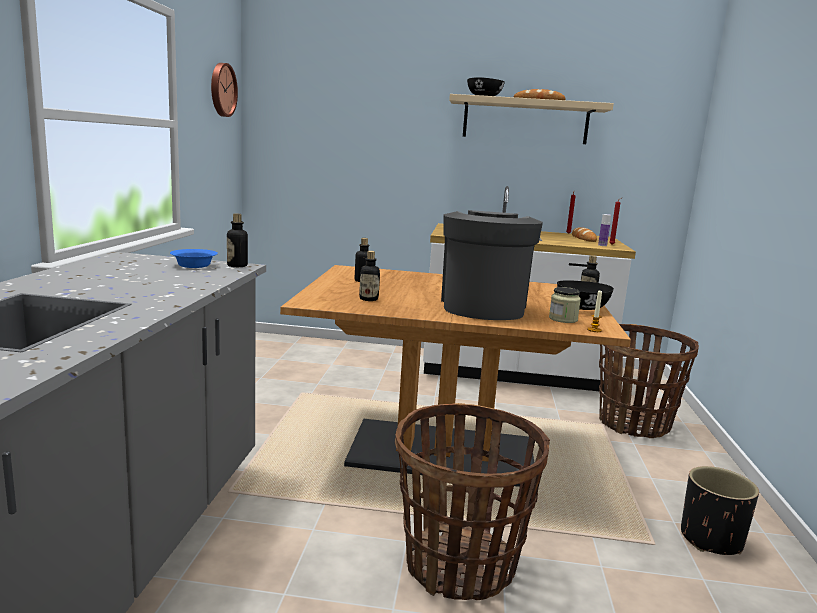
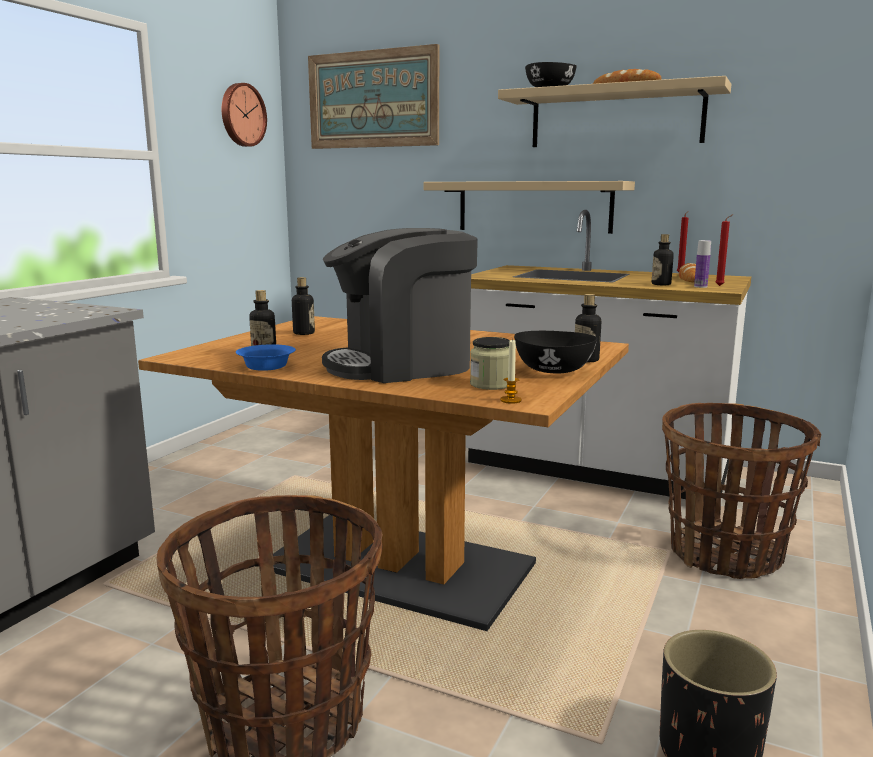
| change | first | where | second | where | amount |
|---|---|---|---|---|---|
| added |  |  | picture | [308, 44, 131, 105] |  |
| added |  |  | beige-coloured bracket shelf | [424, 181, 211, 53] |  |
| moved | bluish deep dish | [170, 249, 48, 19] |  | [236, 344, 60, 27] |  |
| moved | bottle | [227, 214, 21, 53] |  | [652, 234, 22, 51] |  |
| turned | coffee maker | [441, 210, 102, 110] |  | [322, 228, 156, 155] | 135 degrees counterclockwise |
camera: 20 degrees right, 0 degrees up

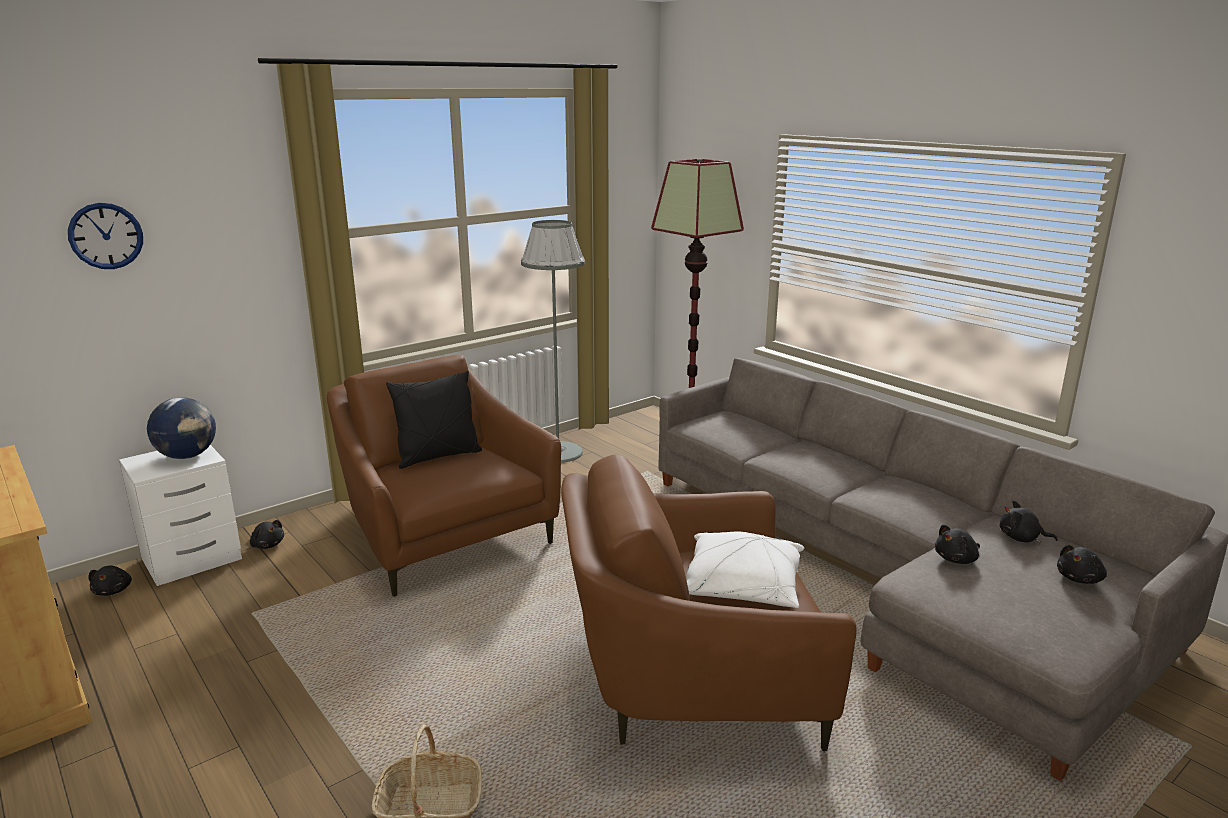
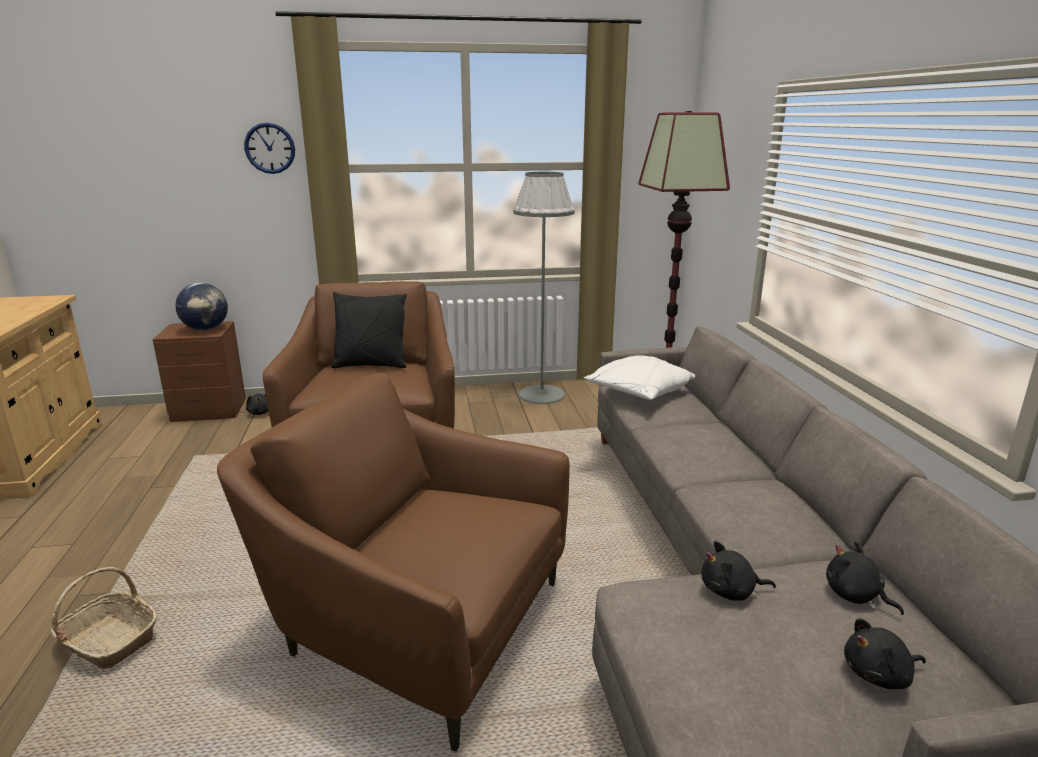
| change | first | where | second | where | amount |
|---|---|---|---|---|---|
| removed | black soft toy | [88, 565, 44, 31] |  |  |  |
| moved | hanging clock | [68, 203, 75, 66] |  | [244, 123, 51, 51] |  |
| moved | white cushion | [686, 532, 119, 76] |  | [584, 355, 111, 45] |  |
| recoloured | white bedside table | [119, 445, 123, 141] | brown bedside table | [153, 321, 93, 101] |  |
camera: 30 degrees right, 0 degrees up

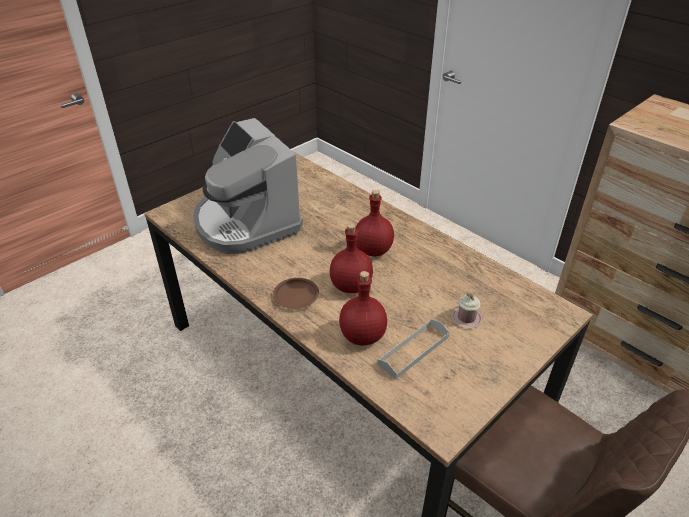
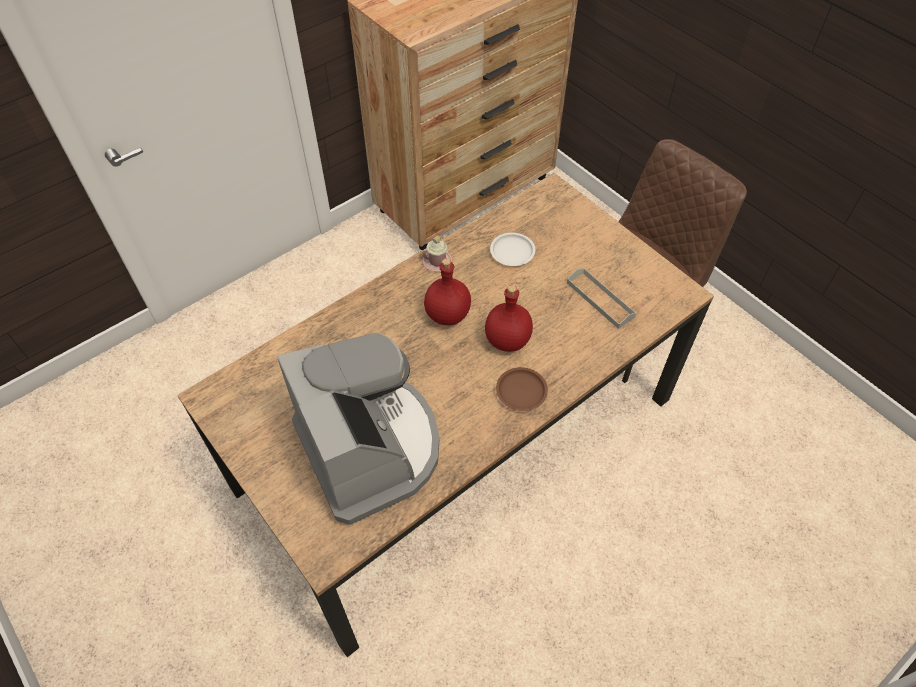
| change | first | where | second | where | amount |
|---|---|---|---|---|---|
| removed | red bottle | [339, 271, 48, 74] |  |  |  |
| added |  |  | white dinner plate | [490, 233, 45, 33] |  |
| moved | pinkish tea mug | [451, 290, 32, 38] |  | [422, 235, 31, 37] |  |
| turned | coffee maker | [193, 118, 110, 136] |  | [277, 333, 162, 192] | 90 degrees counterclockwise |
camera: 85 degrees left, 15 degrees up

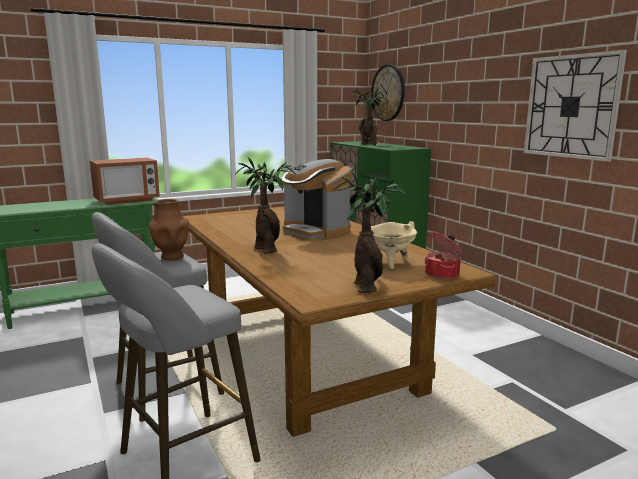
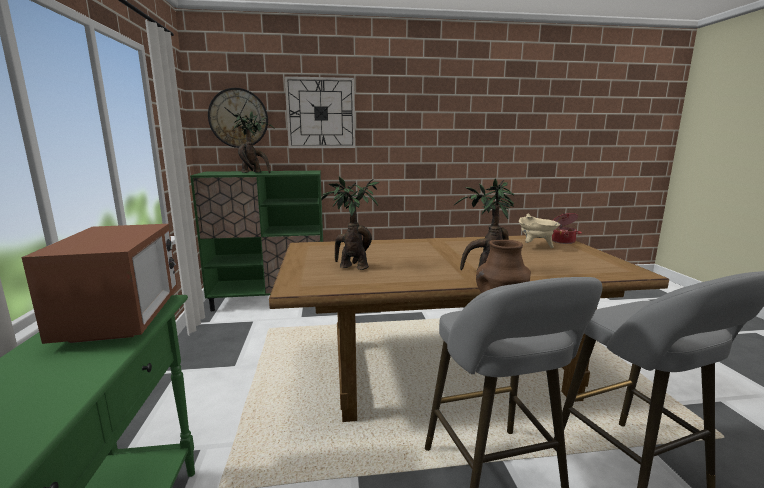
| change | first | where | second | where | amount |
|---|---|---|---|---|---|
| removed | coffee maker | [281, 159, 71, 80] |  |  |  |
| moved | plant in a pot | [333, 170, 74, 123] |  | [321, 177, 58, 93] |  |
| moved | hanging clock | [524, 50, 103, 112] |  | [284, 76, 72, 72] |  |
camera: 70 degrees left, 0 degrees up

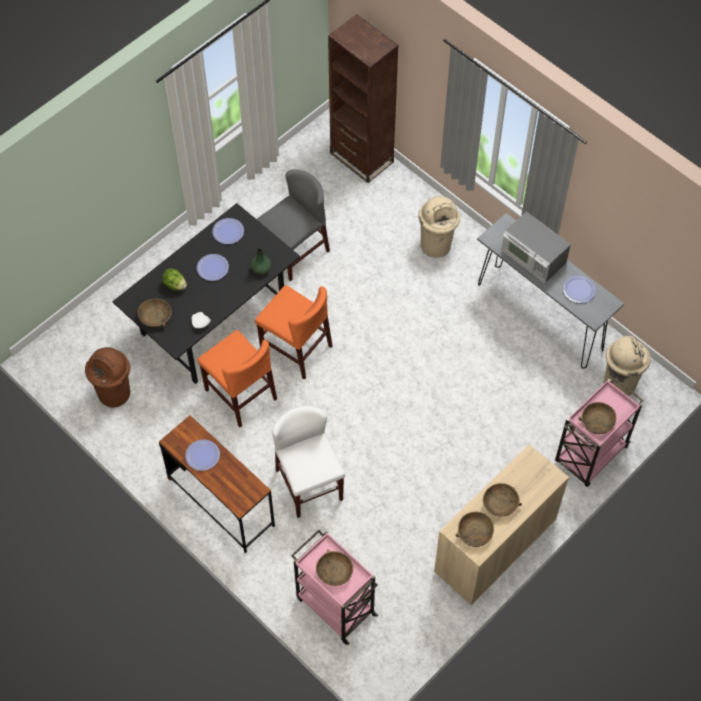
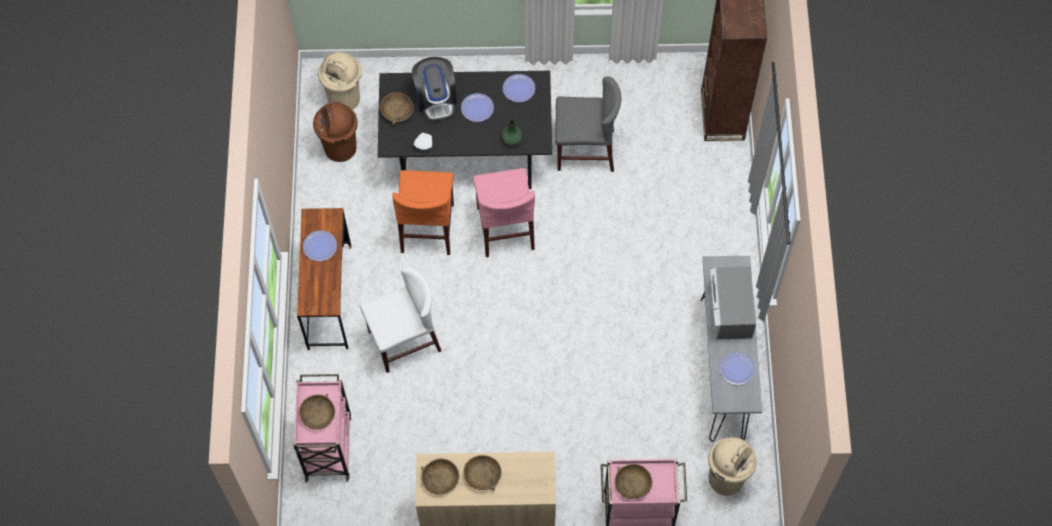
| change | first | where | second | where | amount |
|---|---|---|---|---|---|
| moved | beige-coloured rubbish bin | [418, 196, 42, 62] |  | [318, 51, 44, 59] |  |
| replaced | lettuce head | [162, 268, 25, 23] | coffee maker | [412, 57, 45, 64] |  |
| recoloured | orange-coloured upright chair | [255, 285, 77, 94] | pinkish upright chair | [473, 168, 62, 89] |  |
| turned | white upright chair | [272, 406, 73, 112] |  | [360, 267, 81, 106] | 45 degrees clockwise |
camera: 45 degrees right, 5 degrees up

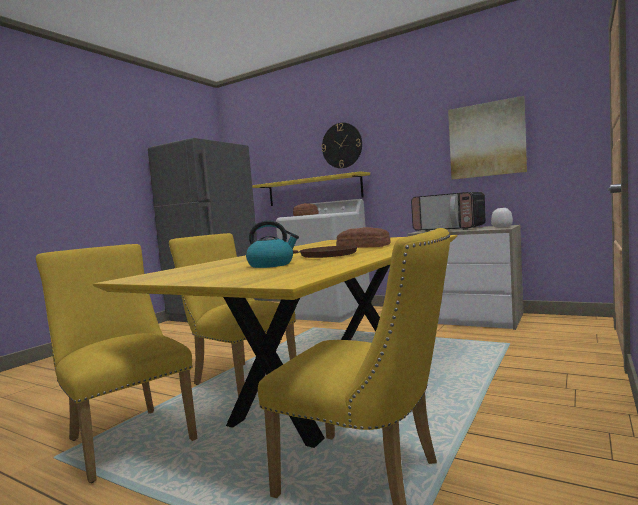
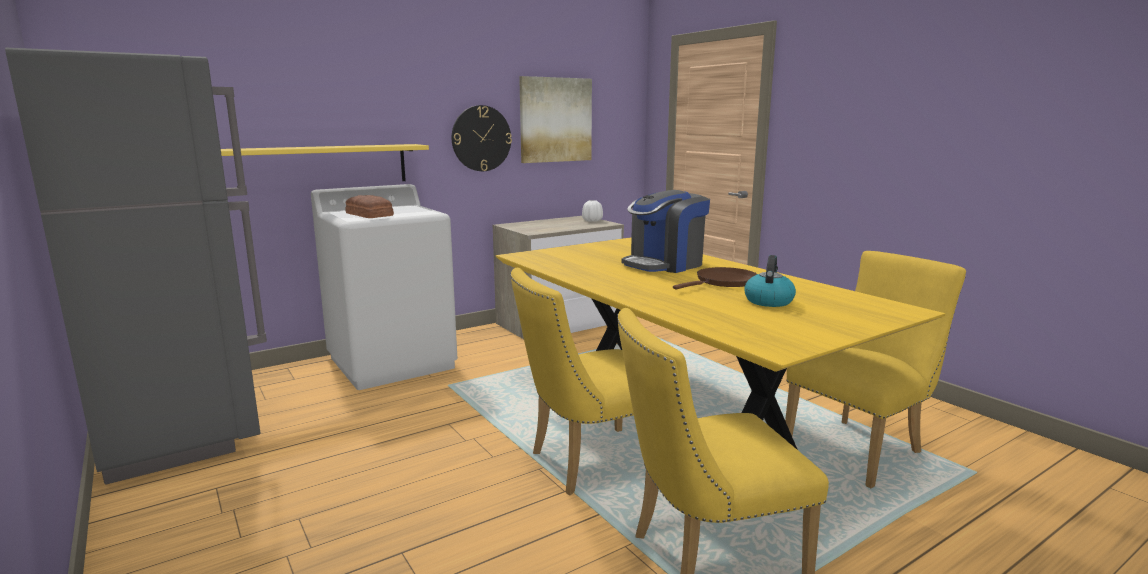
| change | first | where | second | where | amount |
|---|---|---|---|---|---|
| removed | microwave oven | [411, 192, 75, 39] |  |  |  |
| moved | hanging clock | [321, 123, 41, 45] |  | [452, 105, 60, 66] |  |
| replaced | bakery bread | [336, 227, 55, 21] | coffee maker | [621, 190, 89, 83] |  |
camera: 65 degrees left, 10 degrees up

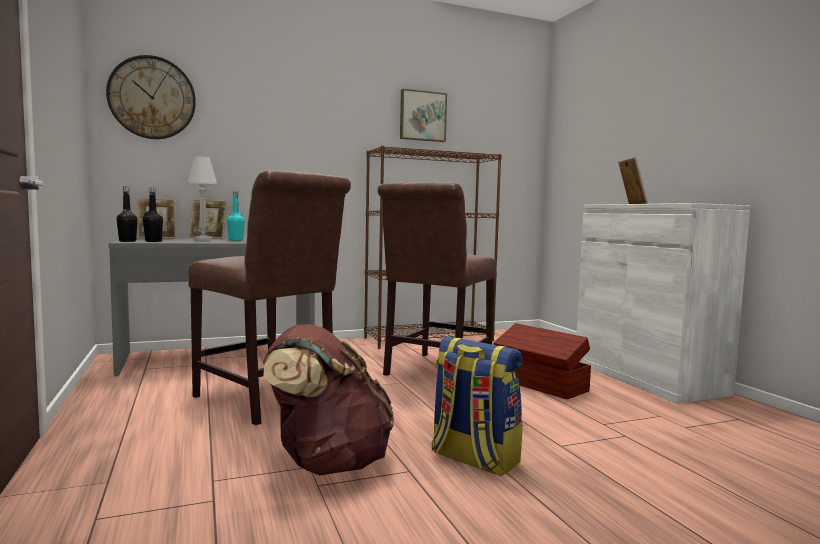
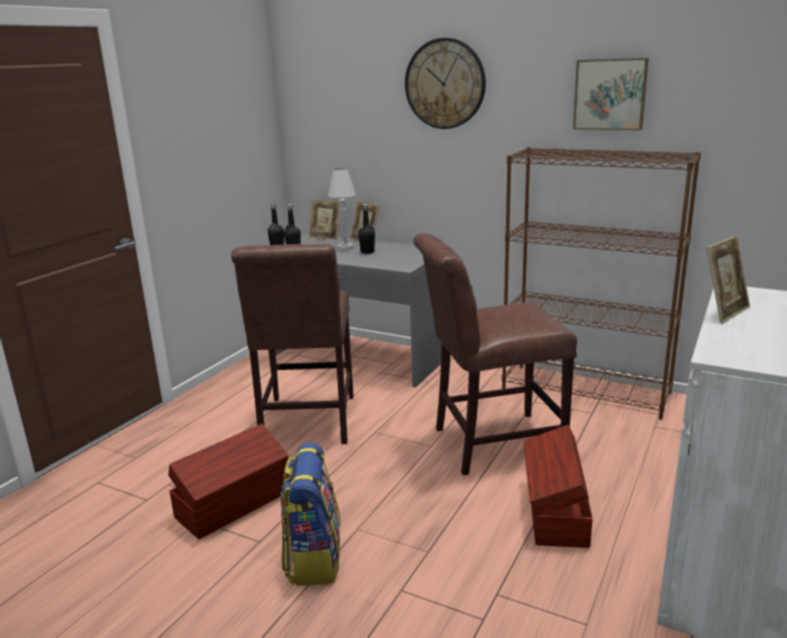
| change | first | where | second | where | amount |
|---|---|---|---|---|---|
| moved | hanging clock | [106, 55, 90, 84] |  | [405, 38, 81, 91] |  |
| replaced | brown rucksack | [263, 324, 131, 151] | brown storage box | [168, 424, 121, 115] |  |
| recoloured | blue-green bottle | [227, 191, 18, 50] | black bottle | [358, 204, 17, 50] |  |
camera: 50 degrees right, 15 degrees up

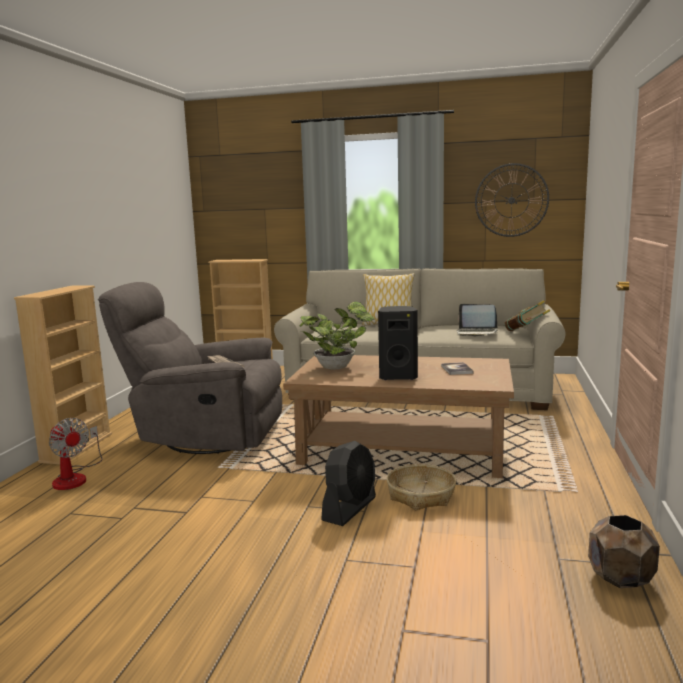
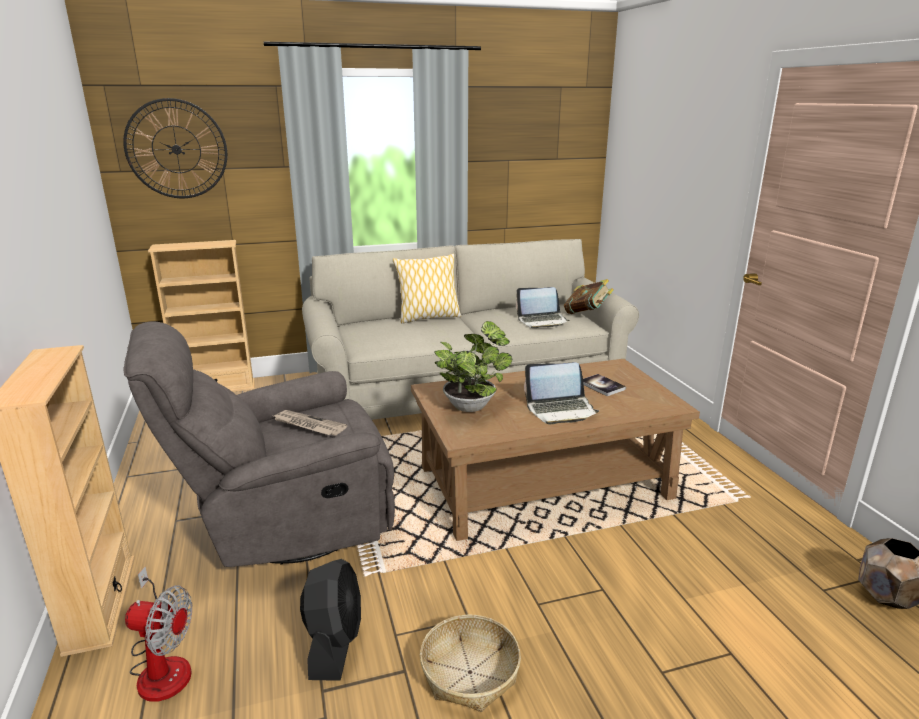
| change | first | where | second | where | amount |
|---|---|---|---|---|---|
| moved | black fan | [321, 441, 55, 85] |  | [300, 559, 61, 122] |  |
| moved | storage basket | [387, 464, 69, 46] |  | [420, 615, 101, 97] |  |
| moved | hanging clock | [475, 163, 74, 74] |  | [123, 98, 104, 100] |  |
| replaced | black loudspeaker | [378, 306, 40, 74] | notebook computer | [524, 362, 75, 62] |  |
camera: 30 degrees left, 10 degrees up

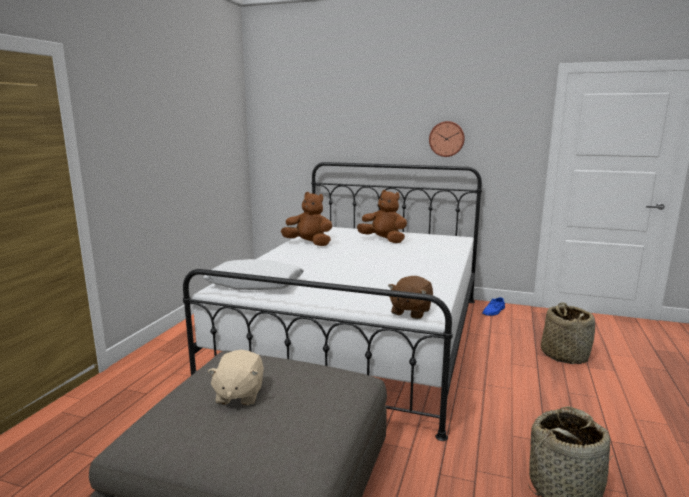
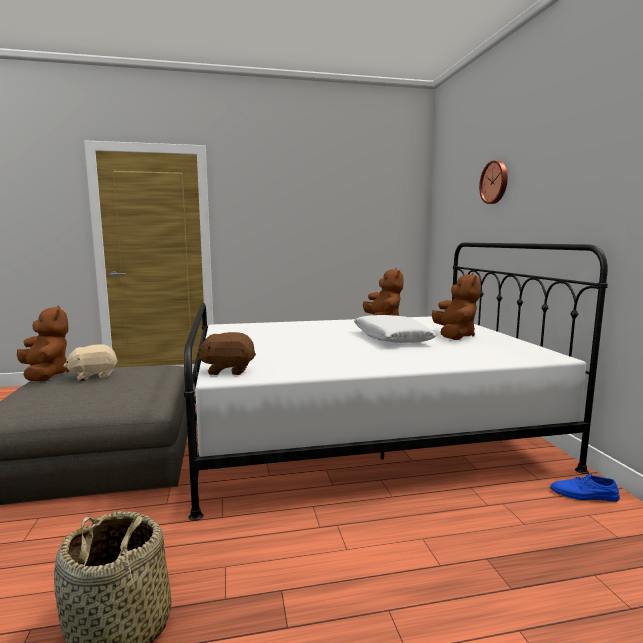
| change | first | where | second | where | amount |
|---|---|---|---|---|---|
| removed | storage basket | [541, 302, 54, 62] |  |  |  |
| added |  |  | brown soft toy | [17, 305, 52, 76] |  |
| moved | white cushion | [204, 259, 100, 31] |  | [354, 315, 83, 28] |  |
| moved | hanging clock | [429, 121, 36, 36] |  | [479, 161, 29, 43] |  |
camera: 60 degrees right, 5 degrees down

